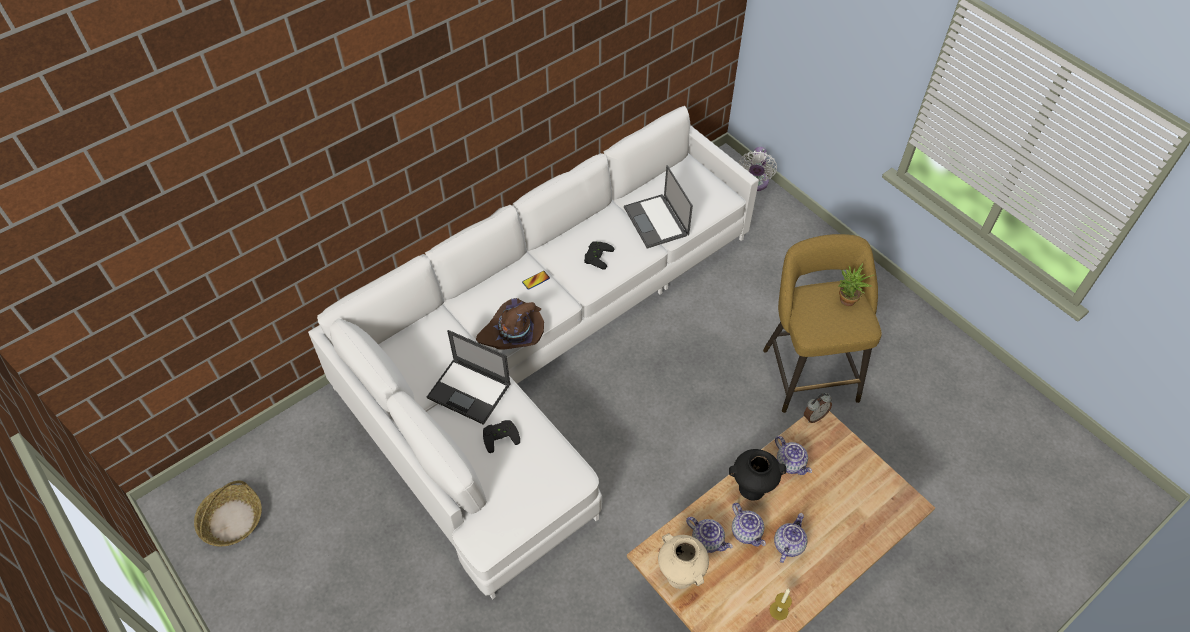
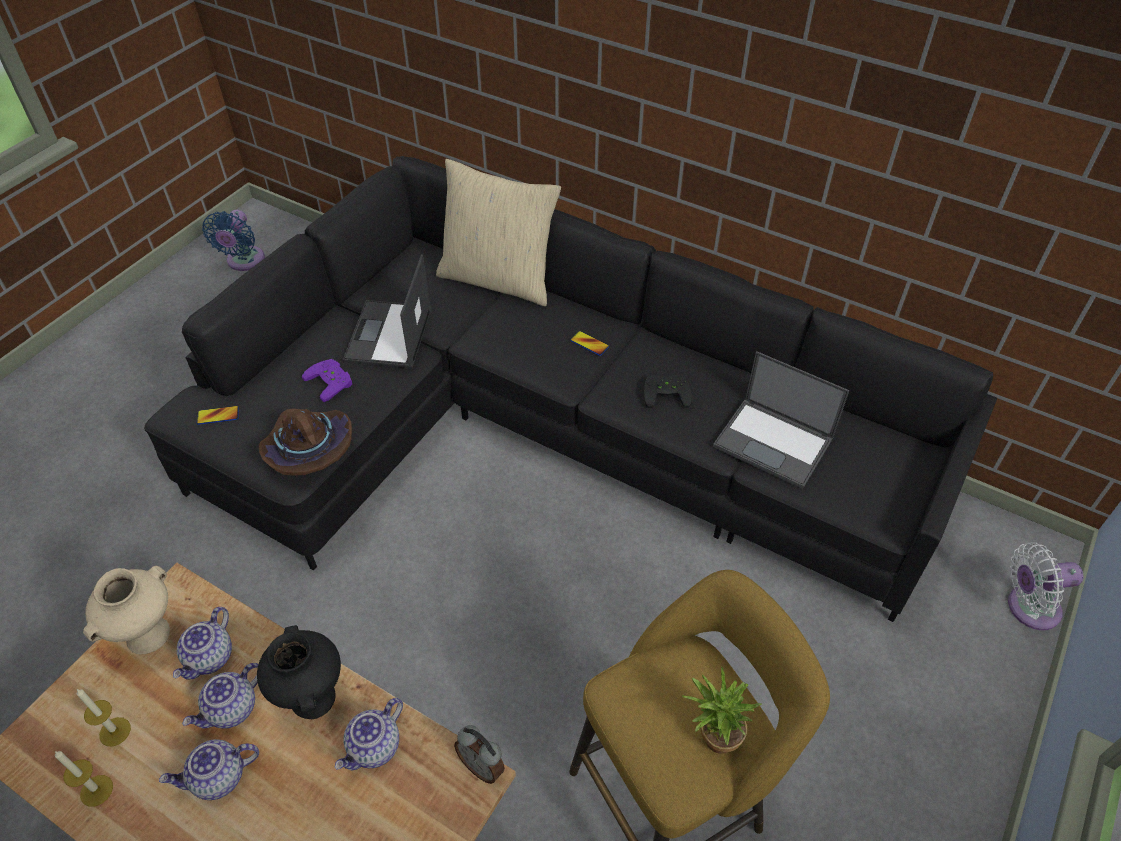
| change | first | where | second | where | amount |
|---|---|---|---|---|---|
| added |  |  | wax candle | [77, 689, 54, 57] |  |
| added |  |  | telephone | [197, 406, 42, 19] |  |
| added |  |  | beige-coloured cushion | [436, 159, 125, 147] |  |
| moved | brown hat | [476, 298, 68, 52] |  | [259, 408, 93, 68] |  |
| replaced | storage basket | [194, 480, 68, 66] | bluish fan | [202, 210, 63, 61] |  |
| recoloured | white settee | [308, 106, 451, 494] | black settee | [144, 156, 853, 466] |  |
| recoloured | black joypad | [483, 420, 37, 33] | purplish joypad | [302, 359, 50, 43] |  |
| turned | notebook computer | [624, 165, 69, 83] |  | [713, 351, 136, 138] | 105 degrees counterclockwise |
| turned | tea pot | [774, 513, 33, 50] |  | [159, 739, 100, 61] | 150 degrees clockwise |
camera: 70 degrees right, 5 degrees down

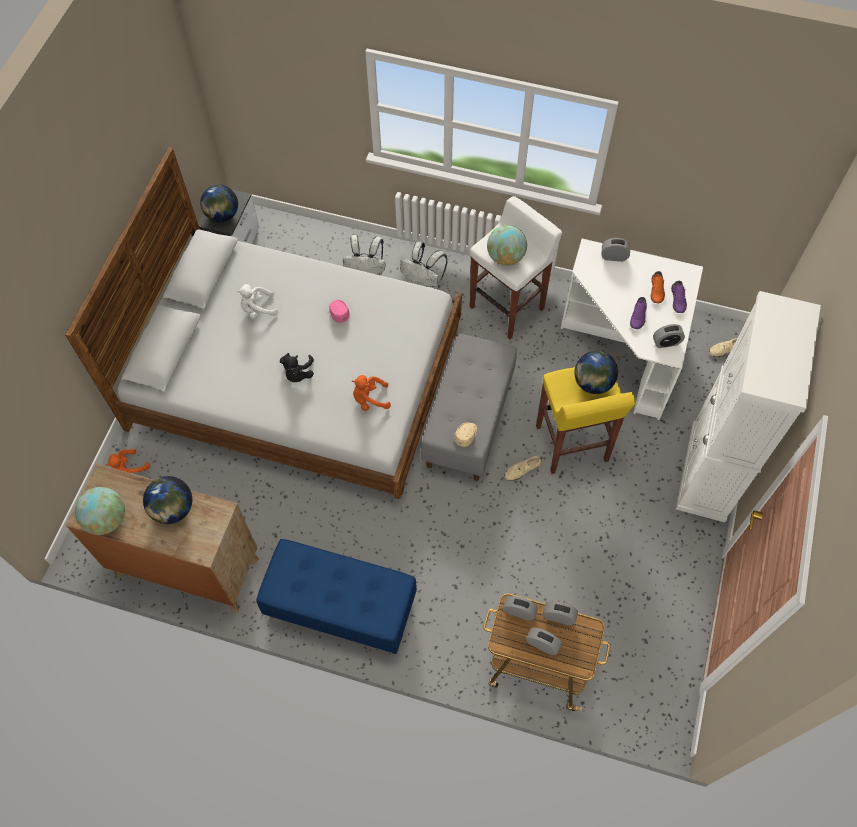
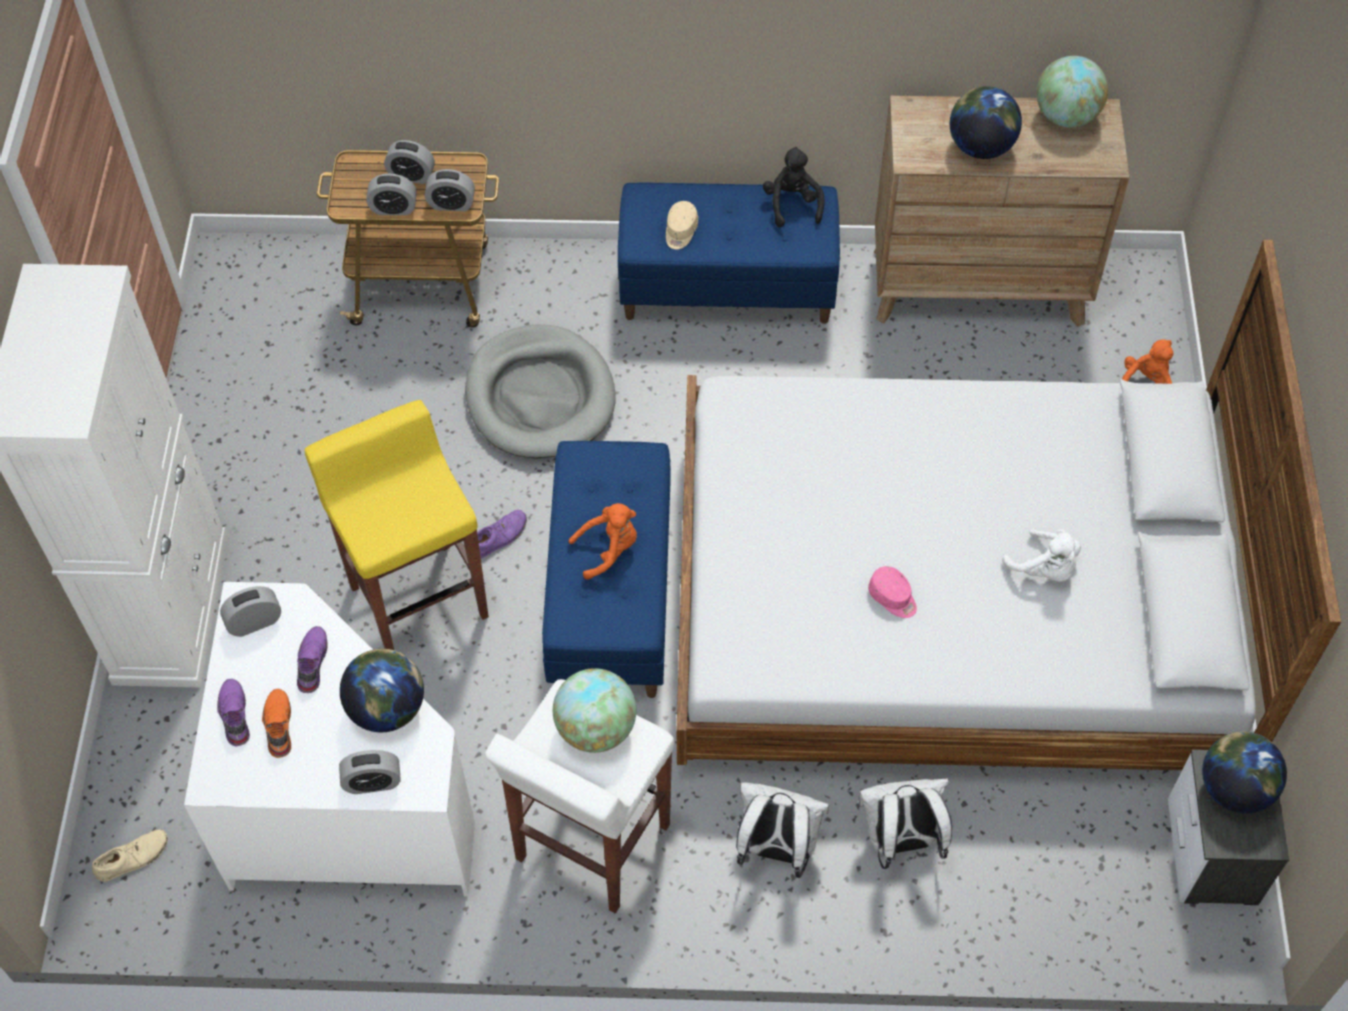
| change | first | where | second | where | amount |
|---|---|---|---|---|---|
| added |  |  | greyish dog bed | [465, 325, 151, 133] |  |
| moved | black soft toy | [280, 353, 34, 29] |  | [763, 147, 62, 80] |  |
| moved | orange-coloured soft toy | [352, 375, 39, 36] |  | [569, 503, 68, 76] |  |
| moved | beige-coloured cap | [454, 422, 23, 25] |  | [666, 201, 32, 48] |  |
| moved | desk globe | [574, 351, 44, 43] |  | [340, 649, 84, 83] |  |
| recoloured | greyish bench | [421, 333, 96, 148] | bluish bench | [542, 441, 129, 257] |  |
| recoloured | beige-coloured low shoe | [505, 456, 36, 25] | purplish low shoe | [477, 510, 50, 48] |  |
| turned | white soft toy | [237, 284, 41, 35] |  | [1002, 529, 79, 53] | 75 degrees clockwise |
camera: 165 degrees right, 5 degrees down

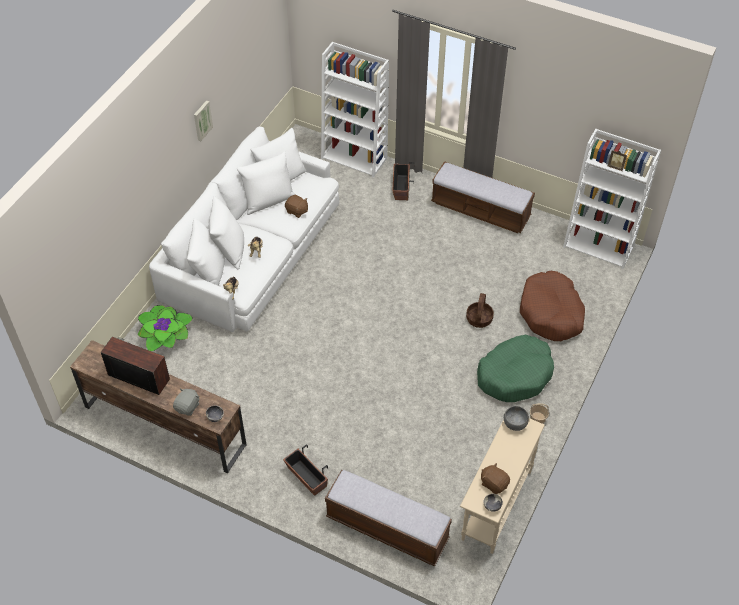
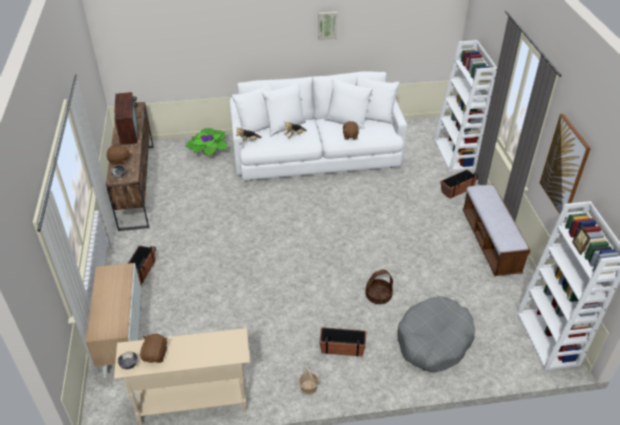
| change | first | where | second | where | amount |
|---|---|---|---|---|---|
| removed | greyish deep dish | [504, 406, 25, 25] |  |  |  |
| added |  |  | picture | [540, 114, 51, 105] |  |
| replaced | bench | [325, 470, 127, 96] | storage cabinet | [86, 263, 57, 115] |  |
| replaced | greenish dog bed | [477, 335, 77, 67] | planter | [319, 327, 47, 30] |  |
| recoloured | greyish soft toy | [173, 388, 26, 28] | brown soft toy | [107, 144, 24, 21] |  |
| recoloured | brown dog bed | [520, 271, 65, 70] | greyish dog bed | [397, 296, 78, 77] |  |
camera: 55 degrees right, 10 degrees down

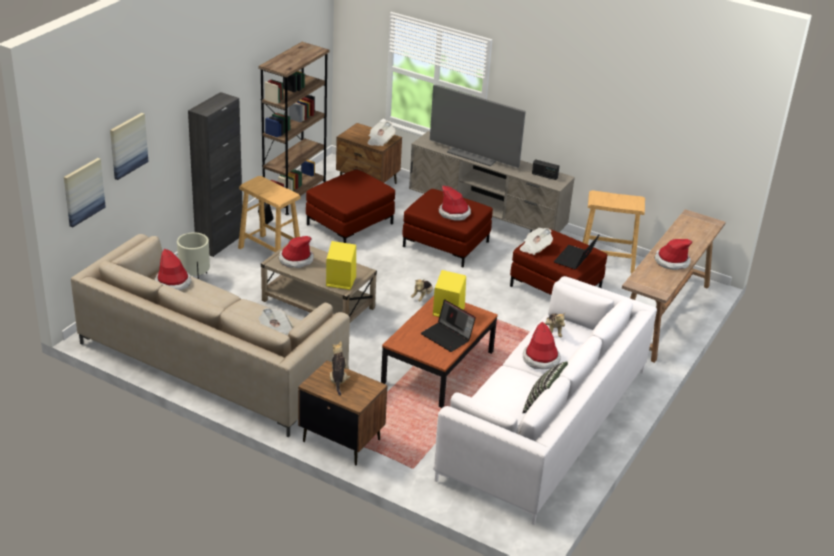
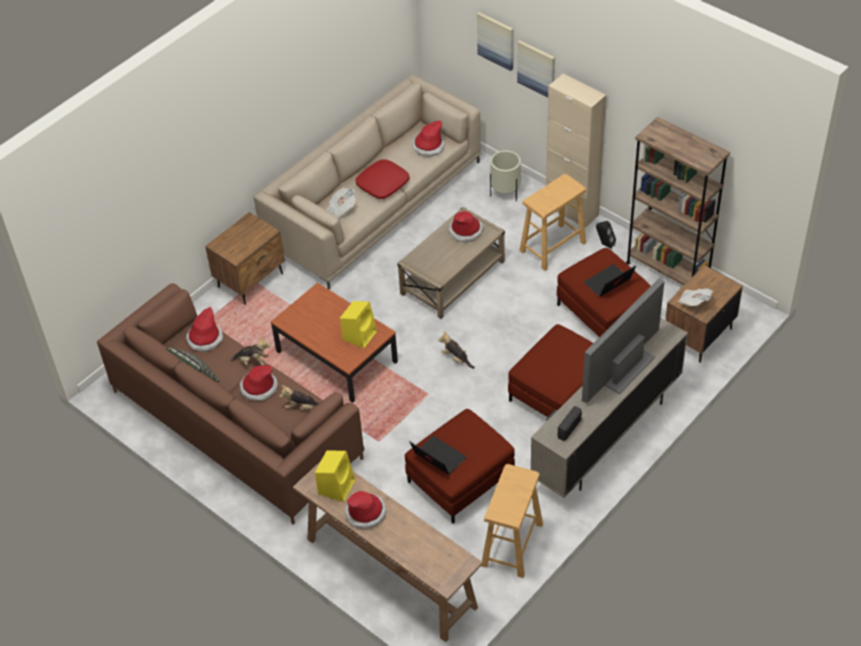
| change | first | where | second | where | amount |
|---|---|---|---|---|---|
| removed | printed paper | [520, 228, 33, 27] |  |  |  |
| added |  |  | red cushion | [356, 159, 53, 40] |  |
| moved | picture | [64, 158, 42, 69] |  | [517, 40, 38, 58] |  |
| moved | yellow loudspeaker | [326, 241, 30, 49] |  | [315, 451, 40, 51] |  |
| moved | soft toy | [330, 341, 20, 55] |  | [230, 337, 40, 28] |  |
| moved | notebook computer | [421, 299, 55, 53] |  | [584, 264, 52, 33] |  |
| moved | hat | [439, 185, 32, 36] |  | [186, 307, 37, 45] |  |
| recoloured | black storage cabinet | [188, 92, 55, 165] | beige-coloured storage cabinet | [546, 73, 60, 155] |  |
| recoloured | white settee | [433, 276, 224, 249] | brown settee | [97, 283, 268, 242] |  |
camera: 105 degrees right, 15 degrees up

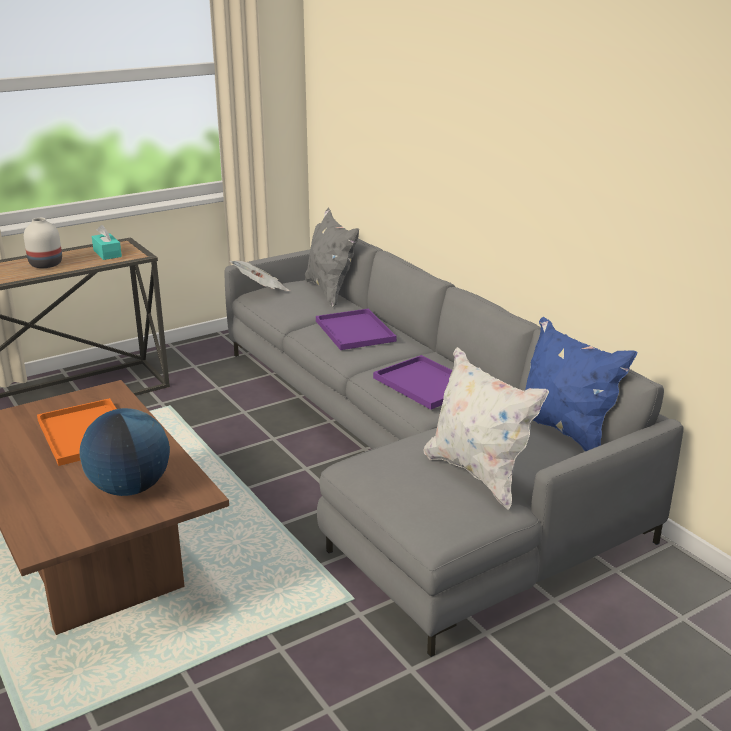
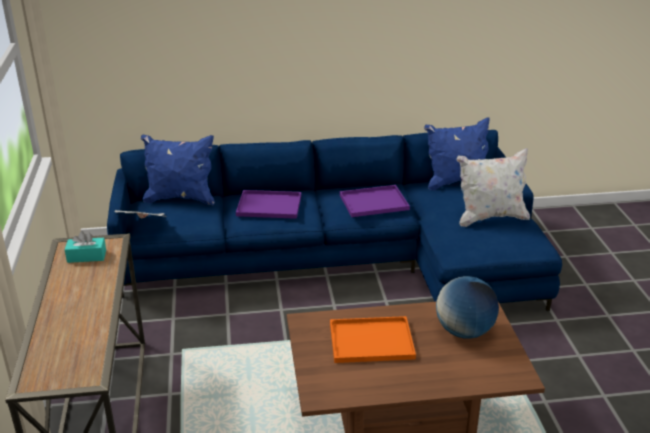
| change | first | where | second | where | amount |
|---|---|---|---|---|---|
| removed | white flower vase | [24, 218, 38, 50] |  |  |  |
| recoloured | greyish settee | [225, 223, 459, 434] | bluish settee | [107, 130, 455, 181] |  |
| recoloured | greyish cushion | [305, 207, 54, 101] | bluish cushion | [141, 134, 74, 71] |  |
camera: 65 degrees left, 5 degrees up

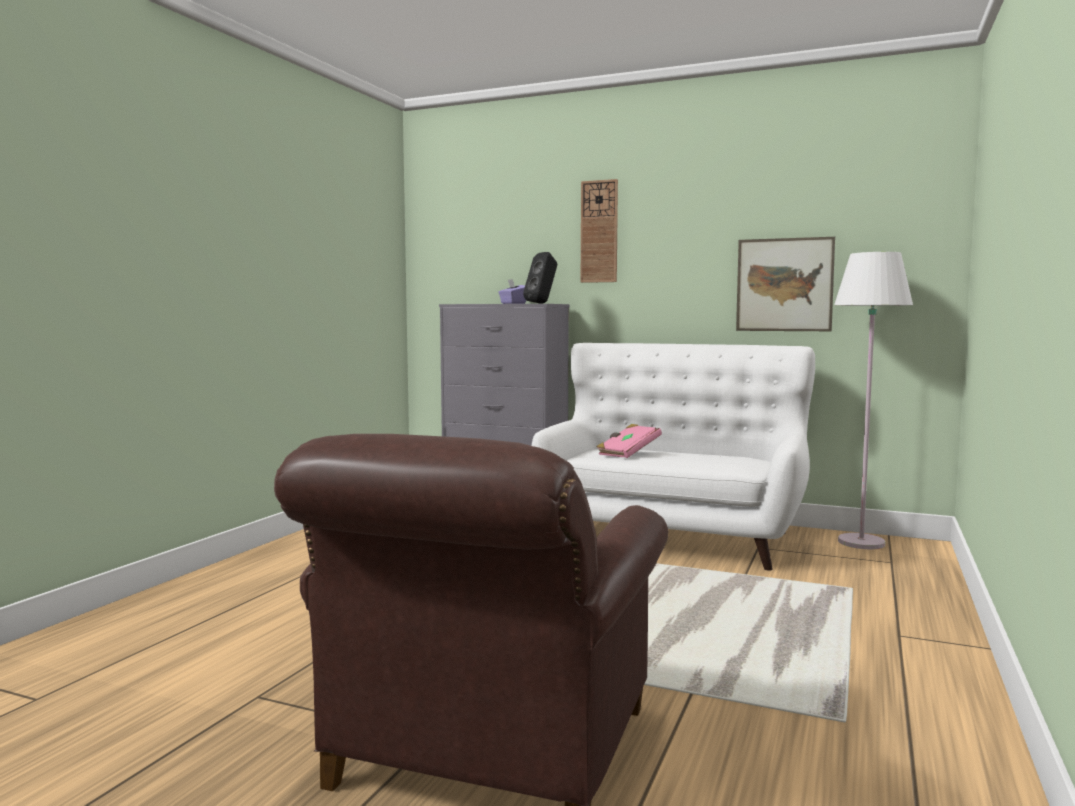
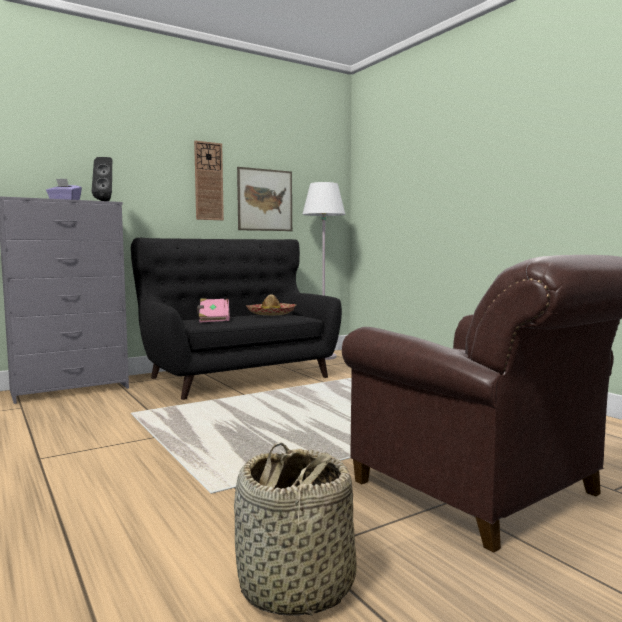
| change | first | where | second | where | amount |
|---|---|---|---|---|---|
| added |  |  | storage basket | [234, 442, 123, 174] |  |
| added |  |  | hat | [246, 294, 50, 22] |  |
| moved | hanging clock | [581, 179, 37, 104] |  | [194, 141, 30, 79] |  |
| recoloured | white settee | [532, 343, 283, 228] | black settee | [131, 238, 211, 162] |  |
camera: 55 degrees left, 0 degrees up

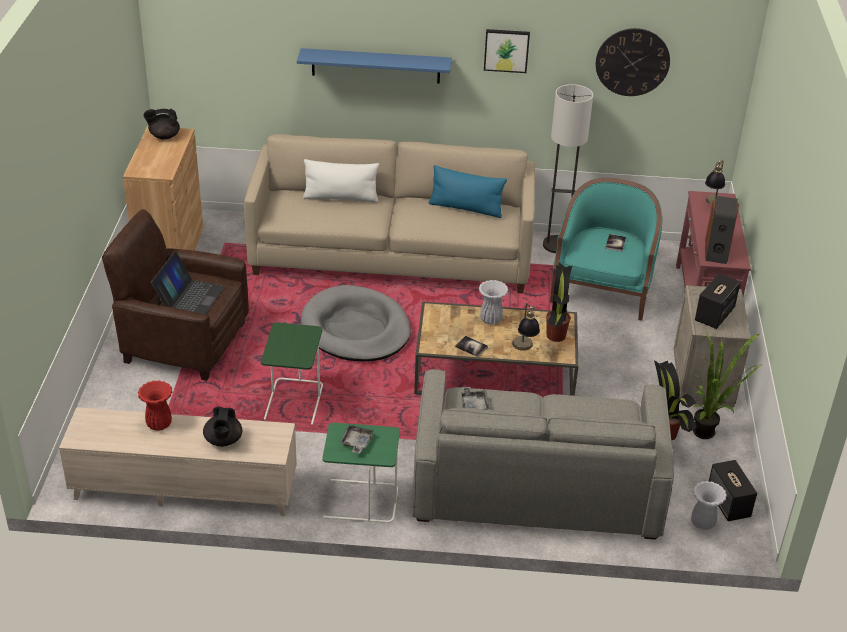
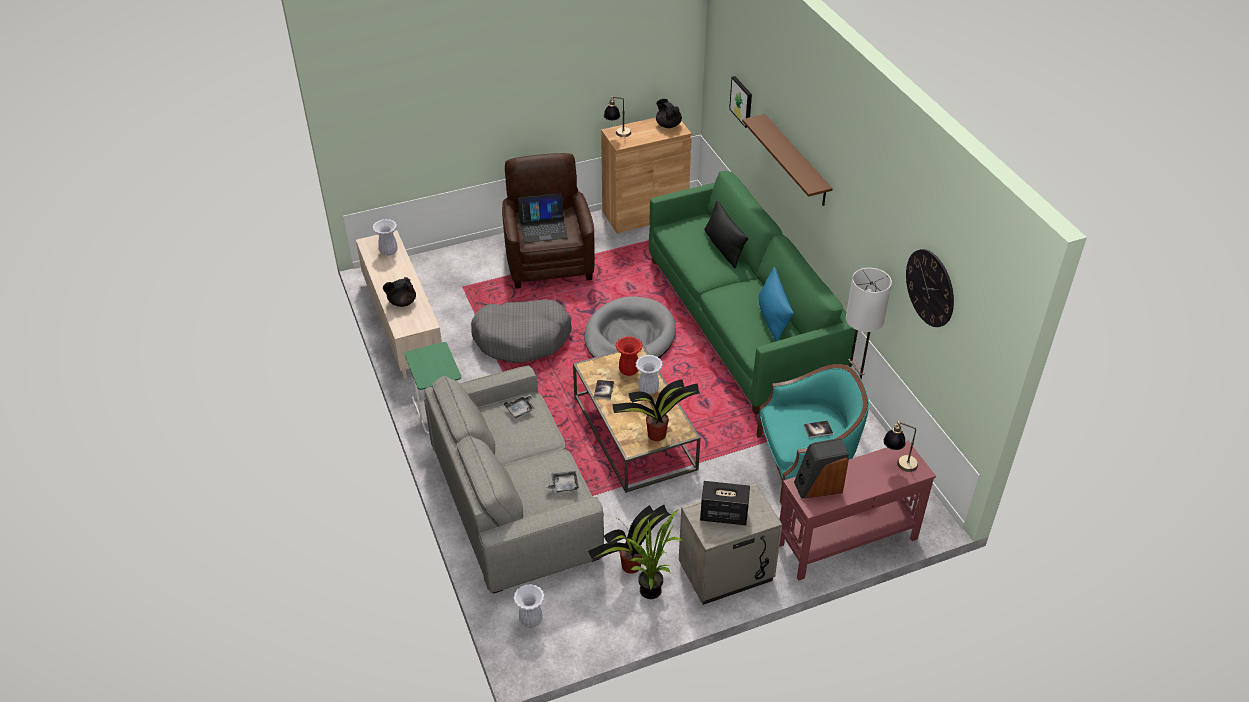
| change | first | where | second | where | amount |
|---|---|---|---|---|---|
| removed | loudspeaker | [709, 460, 48, 61] |  |  |  |
| added |  |  | white flower vase | [372, 219, 26, 37] |  |
| moved | red flower vase | [138, 380, 34, 51] |  | [615, 336, 28, 40] |  |
| moved | greyish carrying tray | [339, 425, 35, 28] |  | [546, 471, 33, 22] |  |
| moved | picture | [484, 29, 46, 44] |  | [729, 76, 23, 52] |  |
| moved | lamp for a table | [512, 303, 28, 48] |  | [604, 96, 27, 41] |  |
| replaced | greenish side table | [261, 322, 62, 103] | greyish dog bed | [471, 299, 101, 64] |  |
| recoloured | beige-coloured settee | [244, 134, 291, 159] | greenish settee | [649, 171, 207, 243] |  |
| recoloured | bluish bracket shelf | [297, 48, 155, 36] | brown bracket shelf | [742, 114, 91, 92] |  |
| recoloured | white cushion | [303, 159, 76, 44] | black cushion | [704, 200, 44, 68] |  |
camera: 65 degrees right, 5 degrees up

